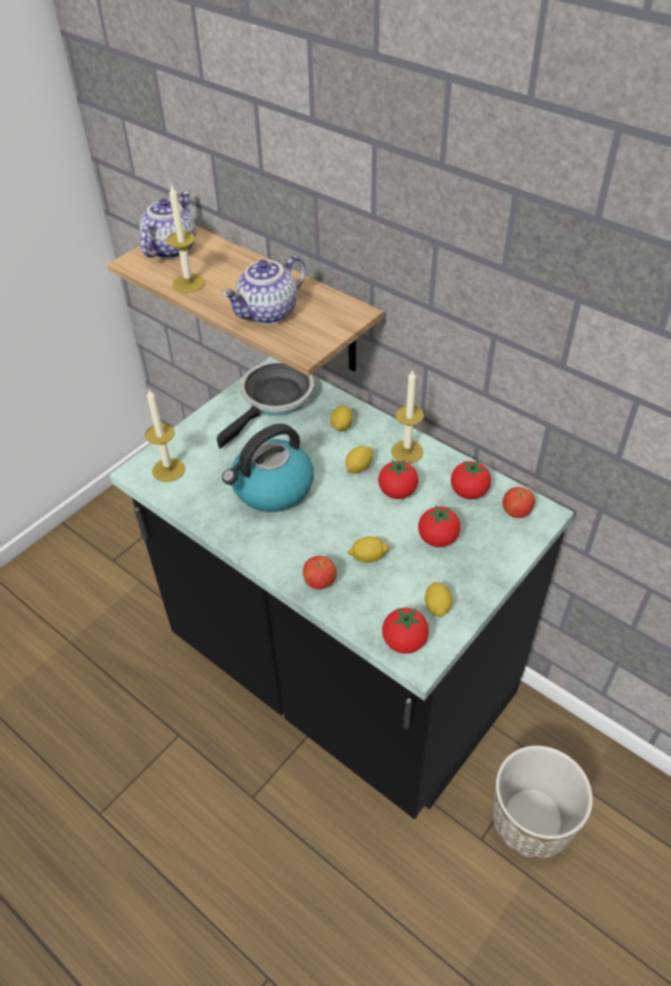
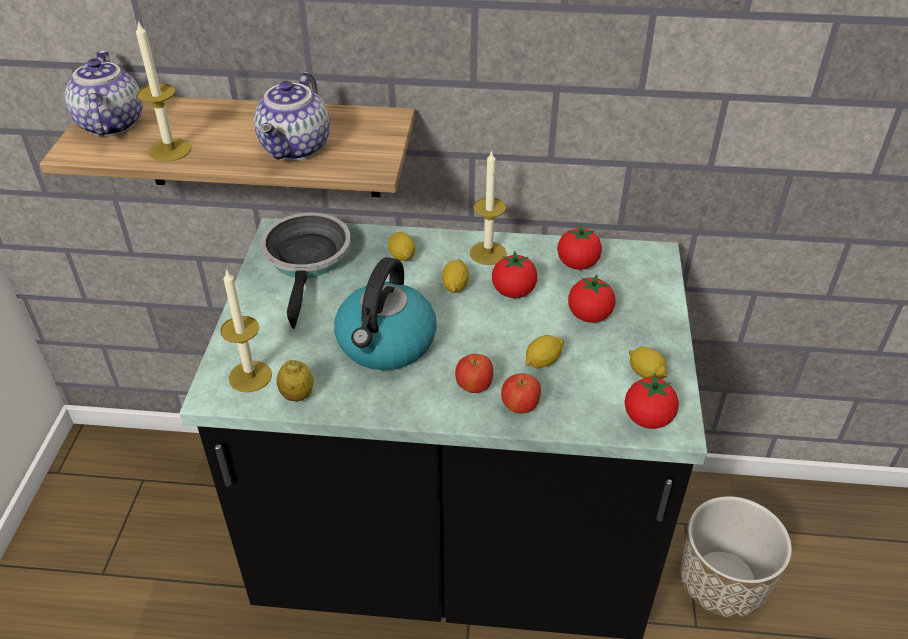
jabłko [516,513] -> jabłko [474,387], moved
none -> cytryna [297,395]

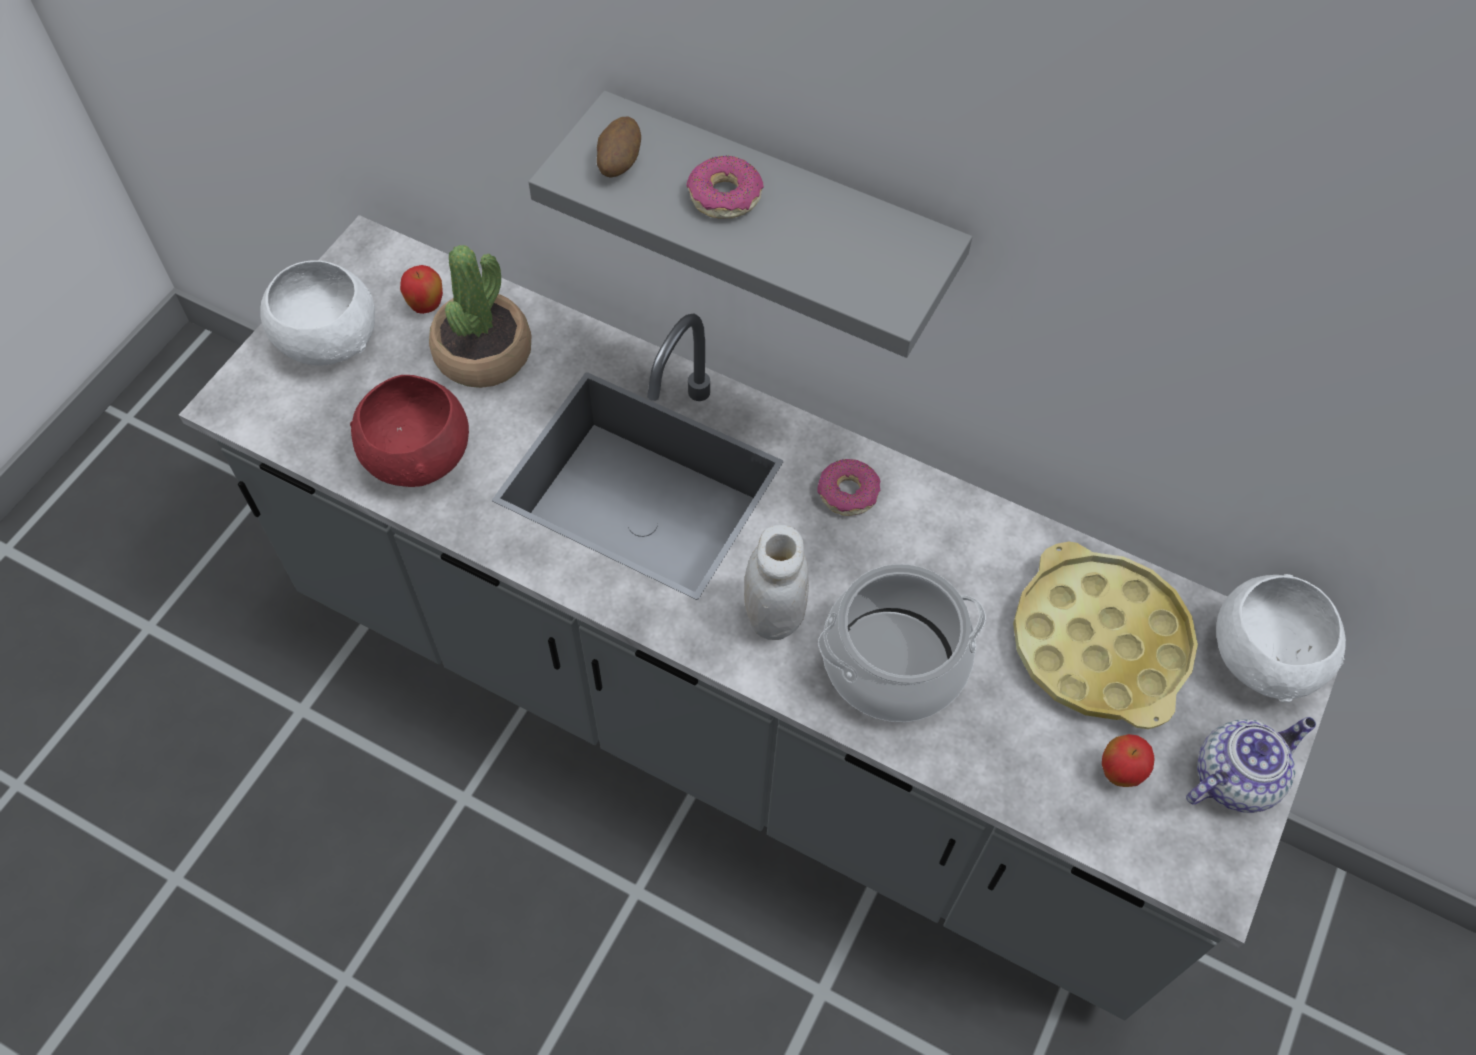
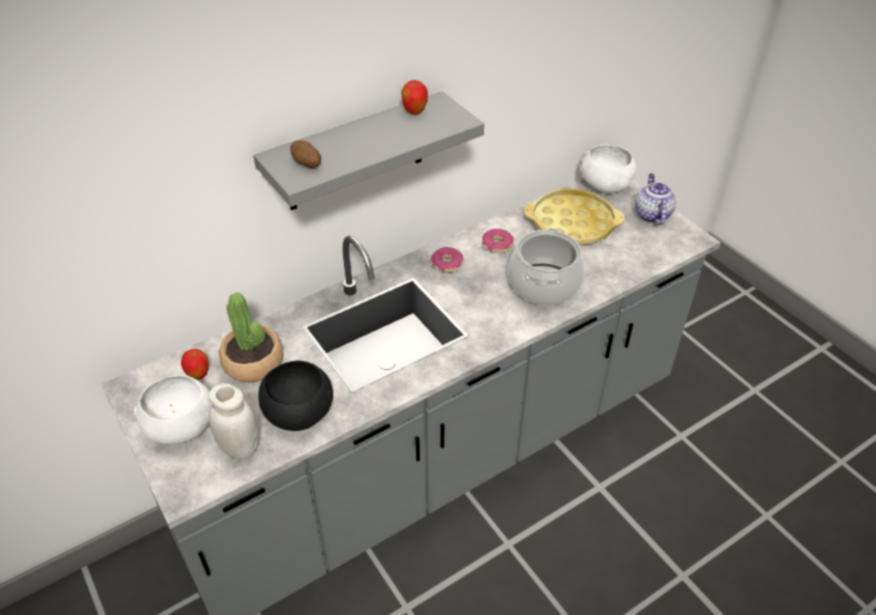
donut [724,196] -> donut [497,245], moved
miska/czerwony [419,458] -> miska/czarny [300,413]
słoik/biały [774,616] -> słoik/biały [240,448], moved
jabłko [1119,773] -> jabłko [414,112], moved

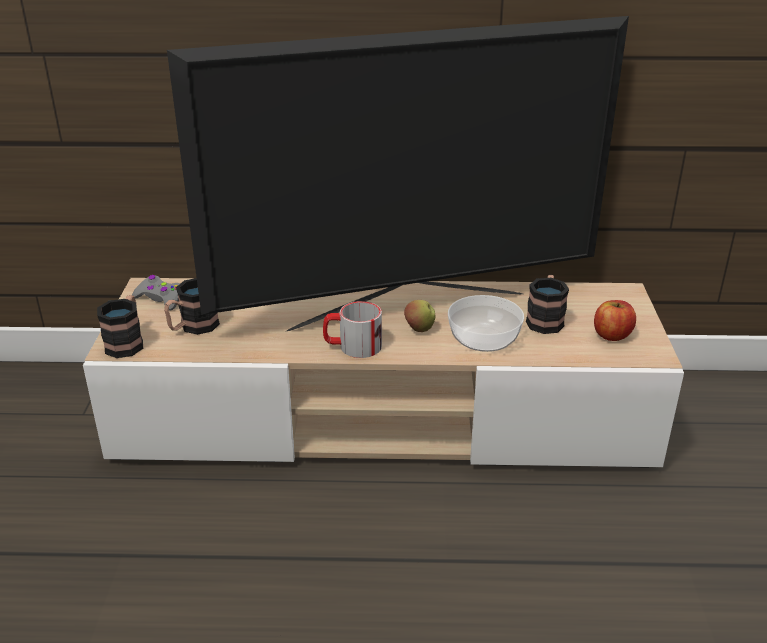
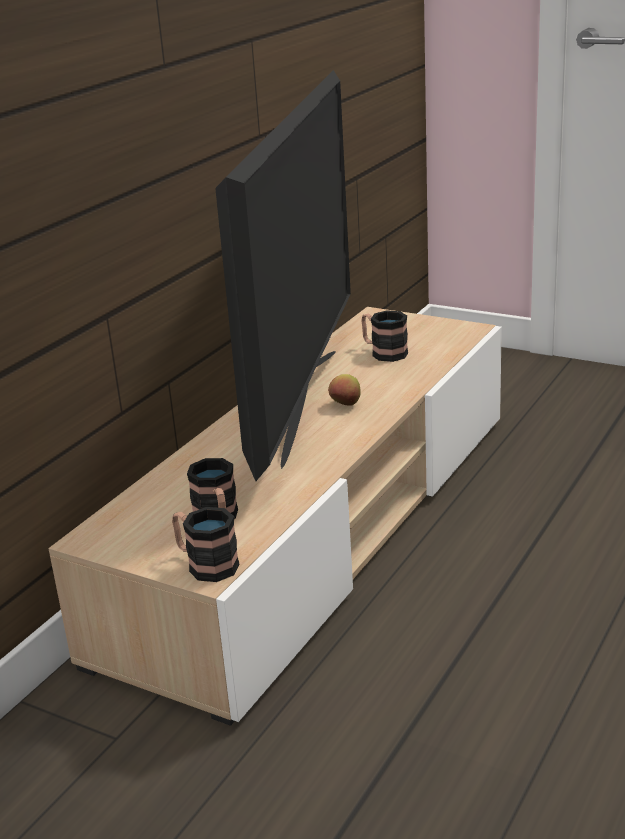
pad do gier/szary [160,298] -> none
miska [485,339] -> none
jabłko [612,335] -> none
kubek [352,346] -> none

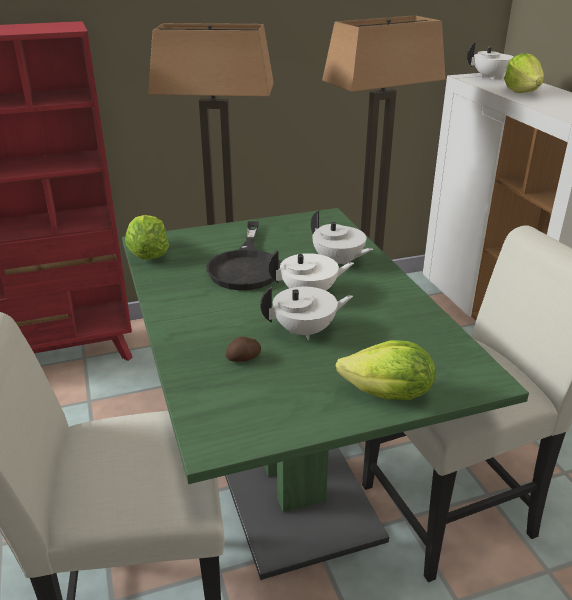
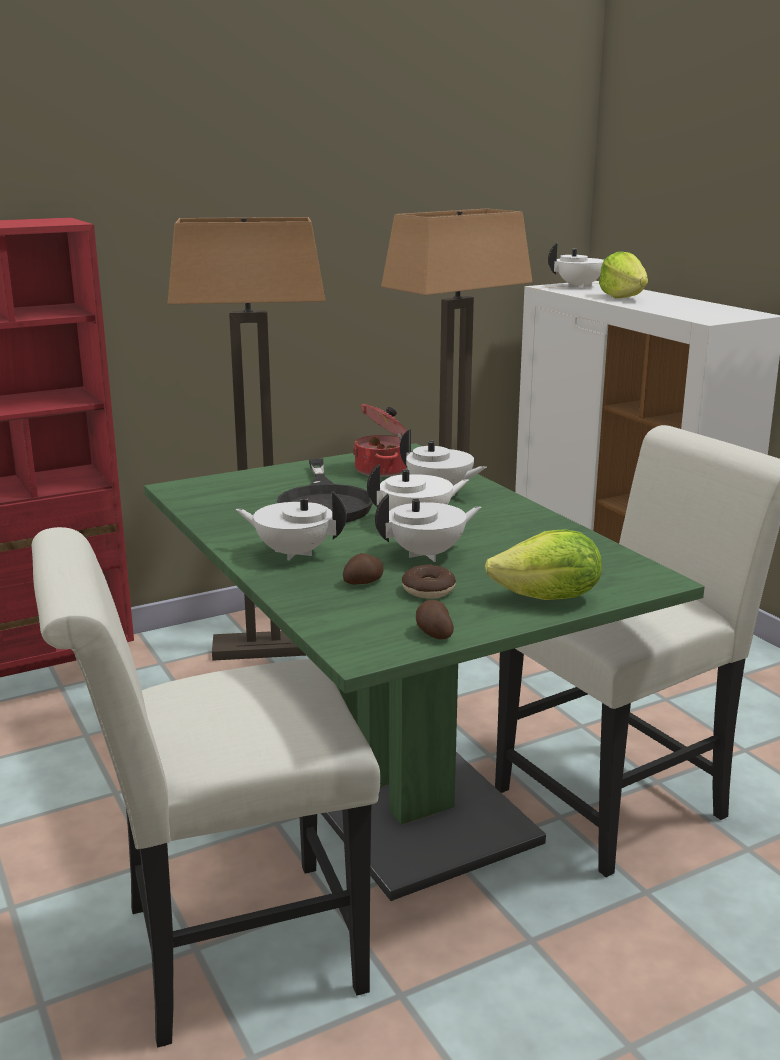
sałata [148,255] -> none
none -> garnek [382,470]
none -> imbryk/biały [293,553]
none -> donut [428,590]
none -> ziemniak [433,633]

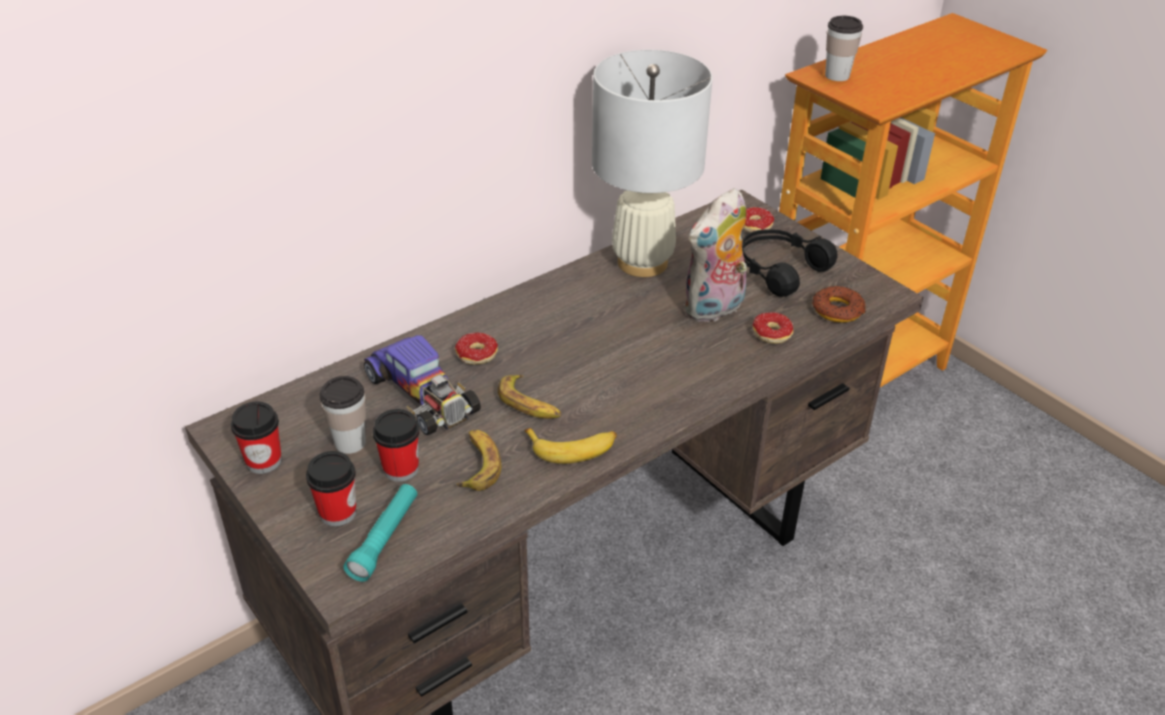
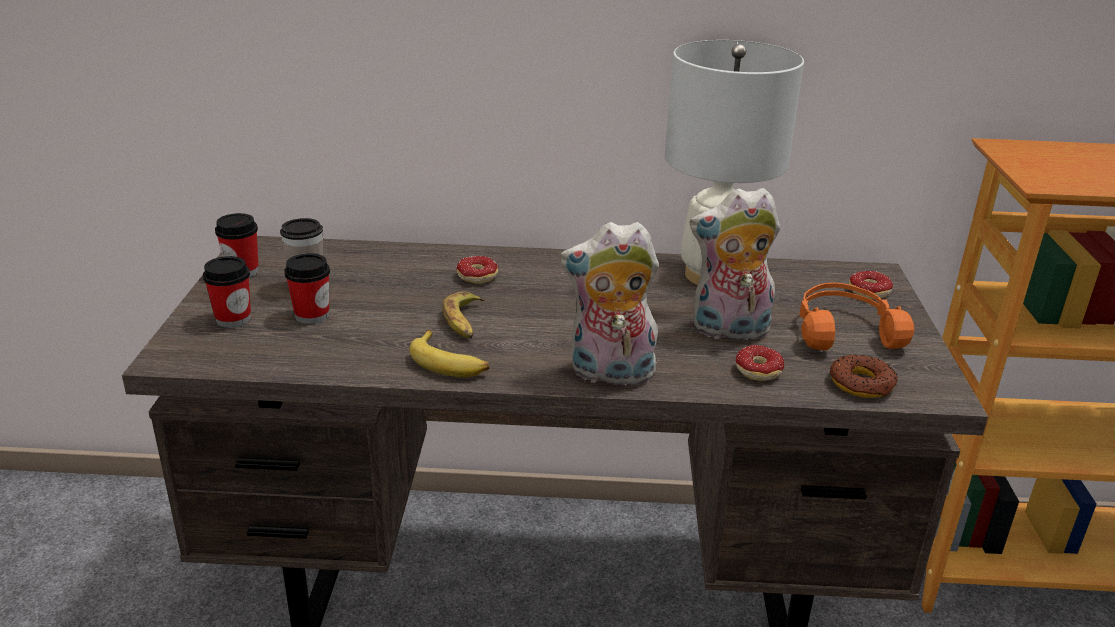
filiżanka [837,76] -> none
słuchawki/czarny [779,270] -> słuchawki/pomarańczowy [843,330]
samochodzik [423,394] -> none
banan [478,464] -> none
latarka/turkusowy [384,539] -> none
none -> pluszak [609,374]

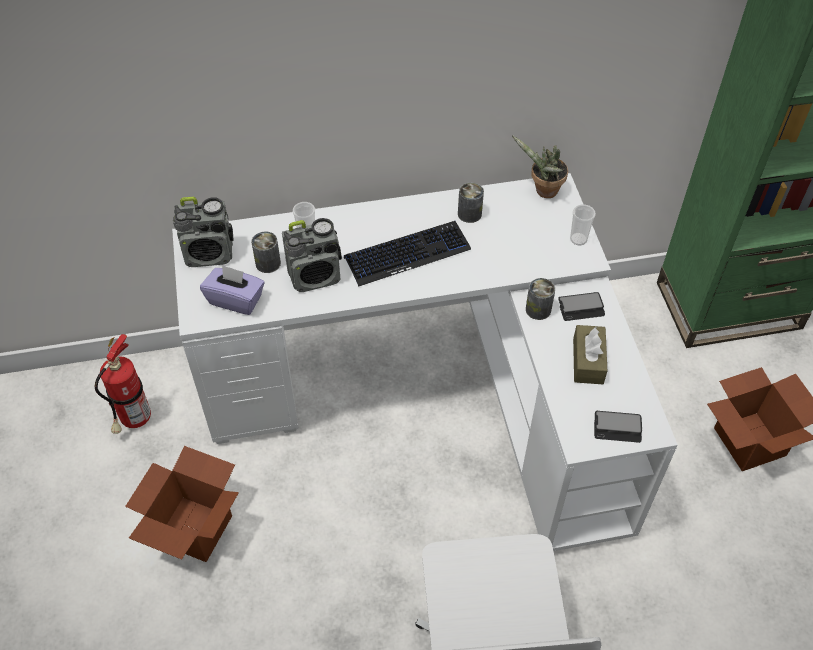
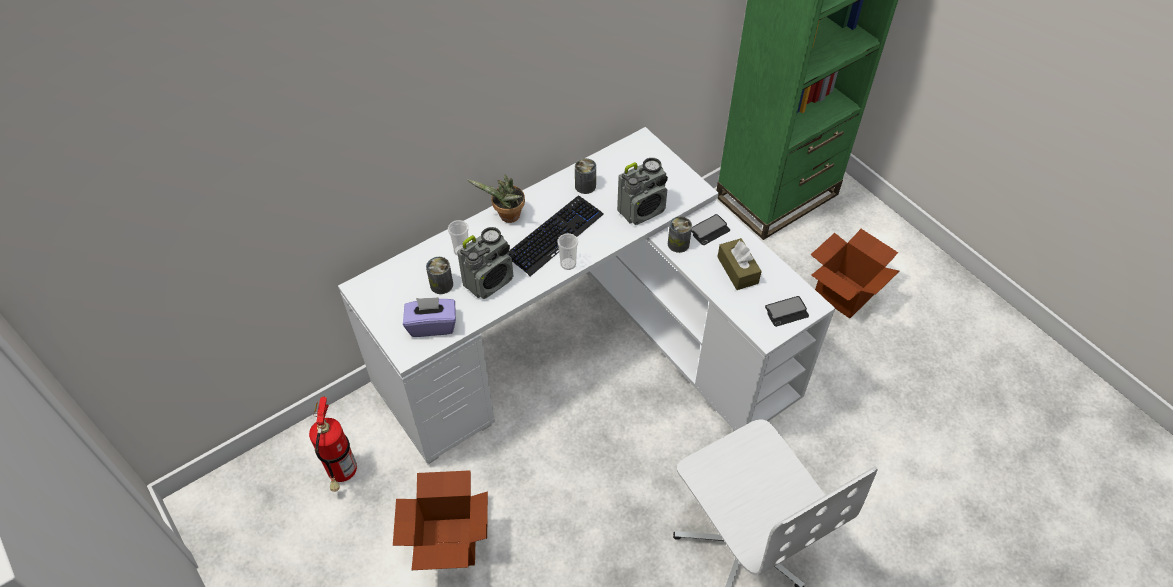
roślina doniczkowa [543,191] -> roślina doniczkowa [507,217], moved
radio [209,254] -> radio [642,210], moved
filiżanka [578,239] -> filiżanka [568,264], moved

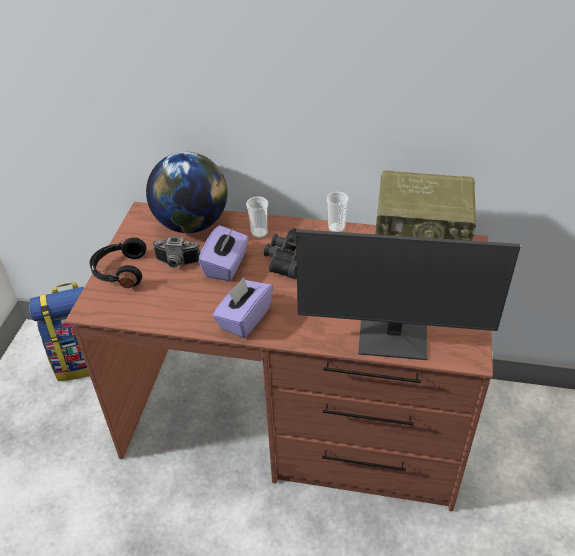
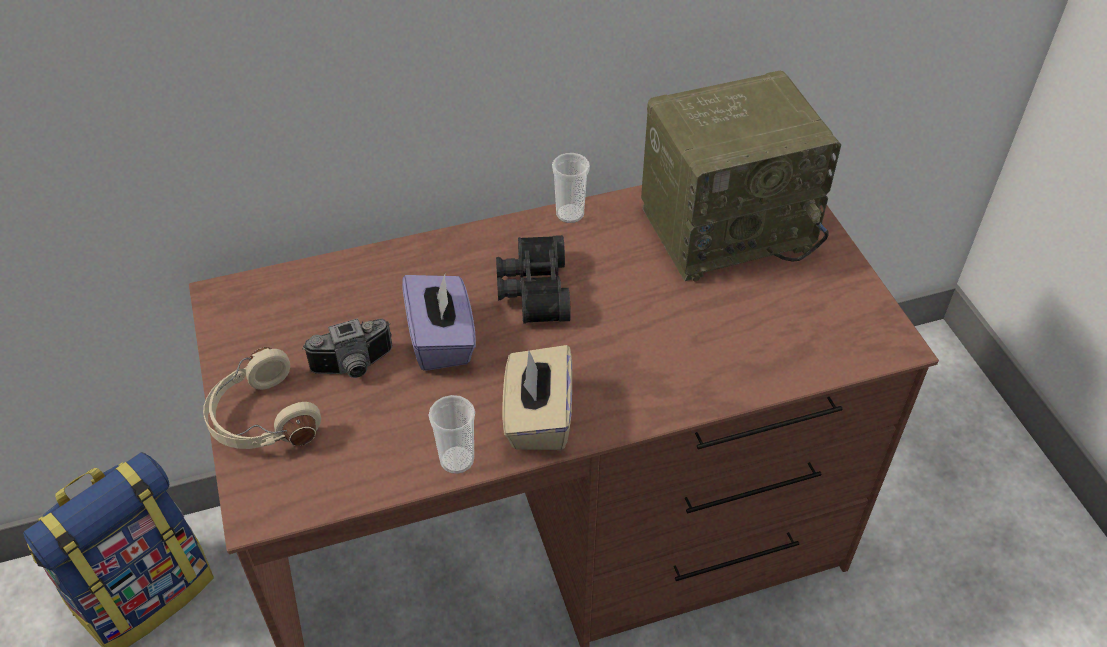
globus [192,224] -> none
filiżanka [259,233] -> filiżanka [457,460], moved
monitor [393,338] -> none
słuchawki/czarny [119,271] -> słuchawki/beżowy [261,419]
pudełko chusteczek/fioletowy [244,319] -> pudełko chusteczek/beżowy [538,418]

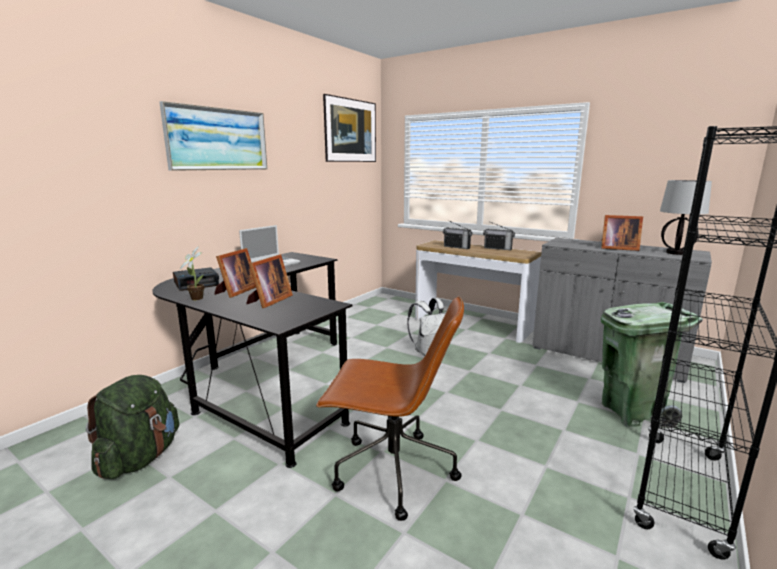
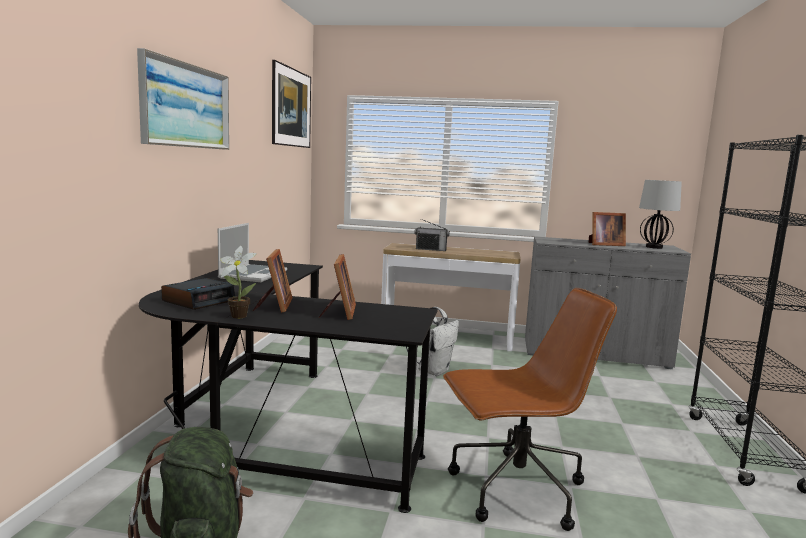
radio [498,248] -> none
kosz na śmieci/zielony [632,412] -> none

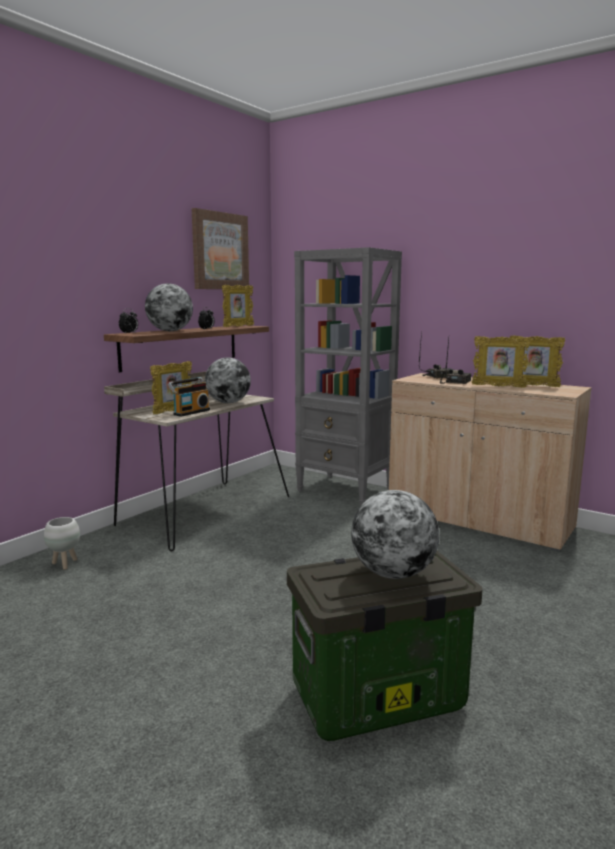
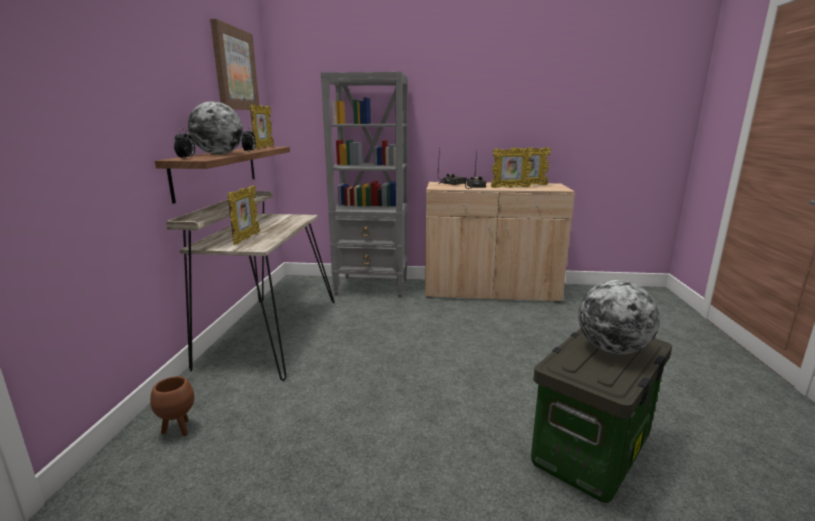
globus [228,403] -> none
radio [190,412] -> none
donica/biały [65,564] -> donica/brązowy [178,429]

